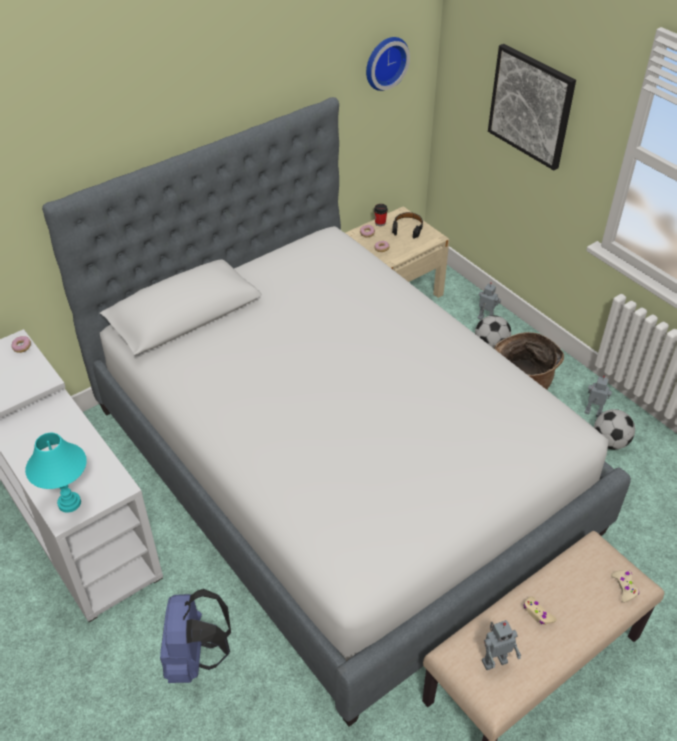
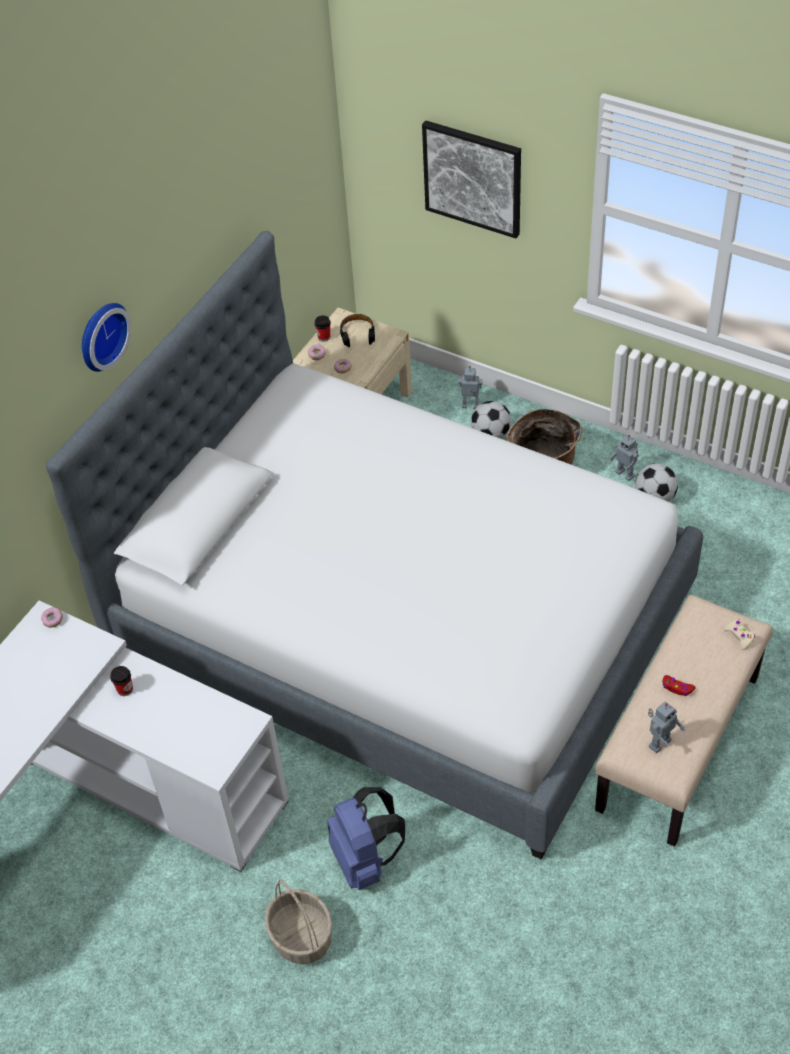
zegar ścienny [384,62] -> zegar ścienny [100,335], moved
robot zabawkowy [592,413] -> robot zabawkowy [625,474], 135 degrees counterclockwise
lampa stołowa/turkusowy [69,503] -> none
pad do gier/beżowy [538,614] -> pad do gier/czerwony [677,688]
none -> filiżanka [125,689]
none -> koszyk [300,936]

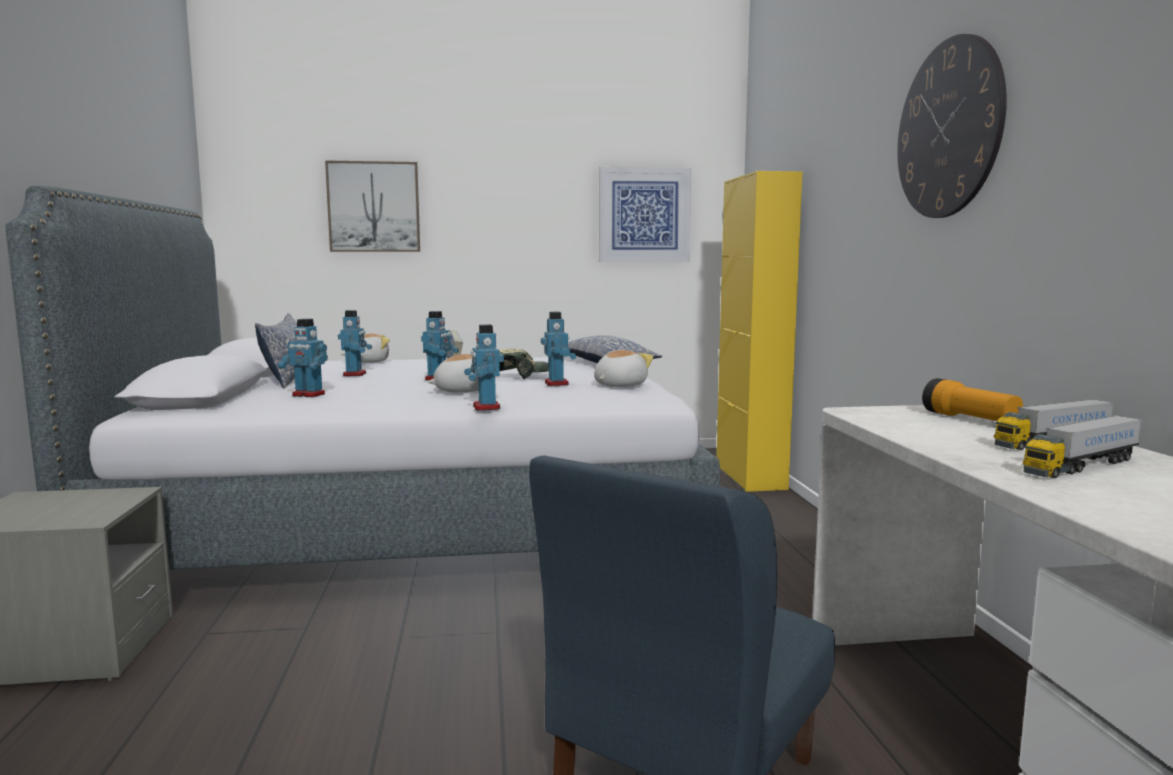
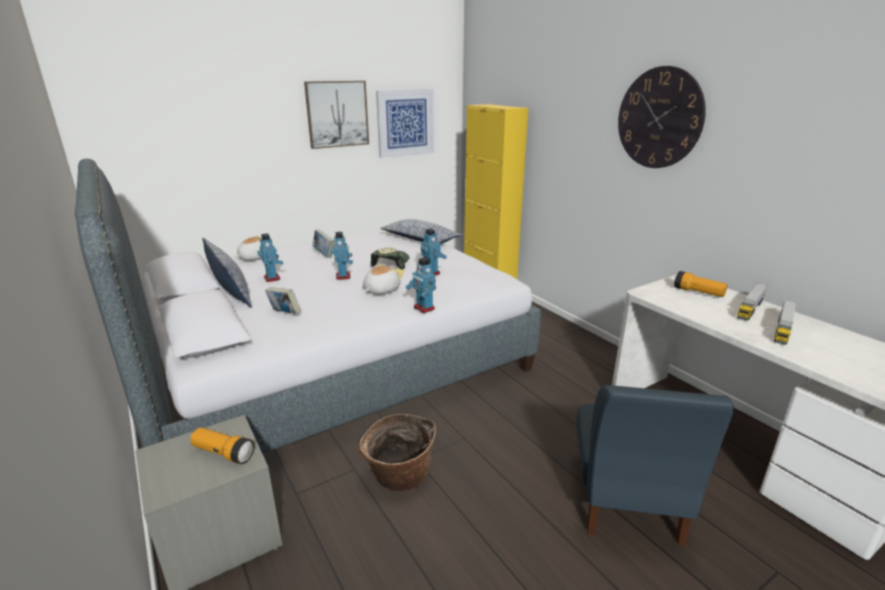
obraz [374,207] -> obraz [337,114], moved
robot zabawkowy [308,395] -> książka [285,314]
pluszak [619,385] -> none
none -> koszyk [399,477]
none -> latarka [223,453]

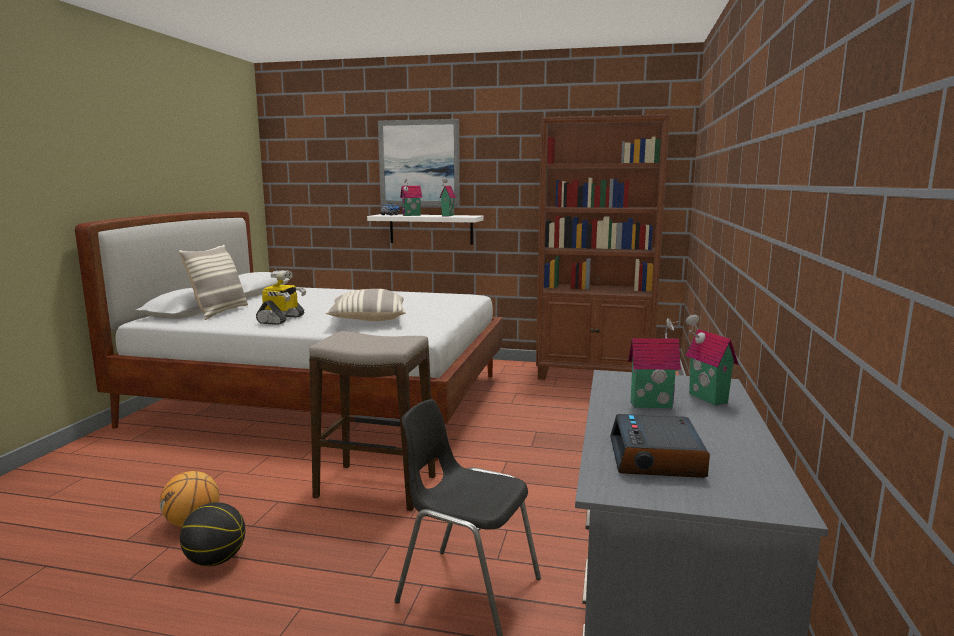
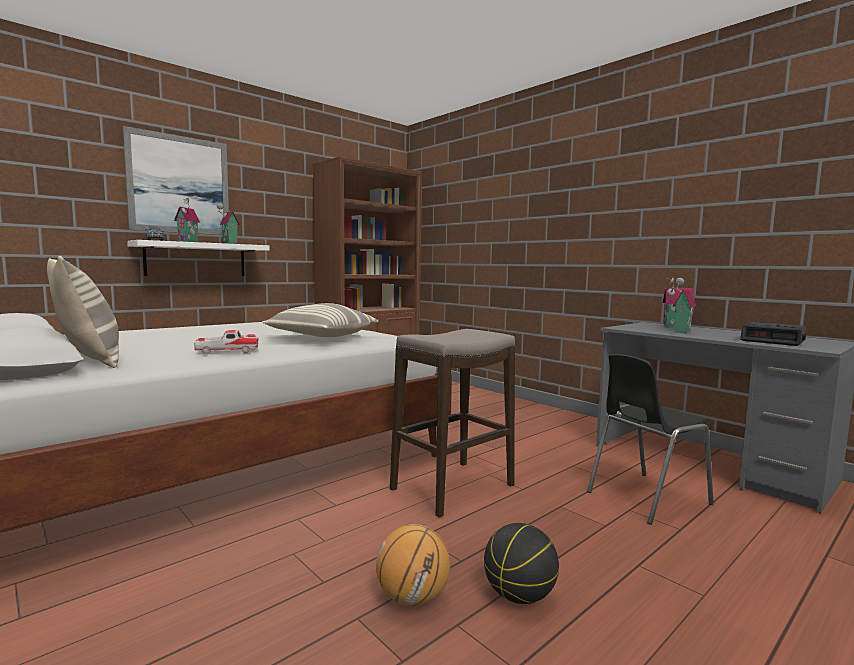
robot zabawkowy [282,319] -> samochodzik [227,351]

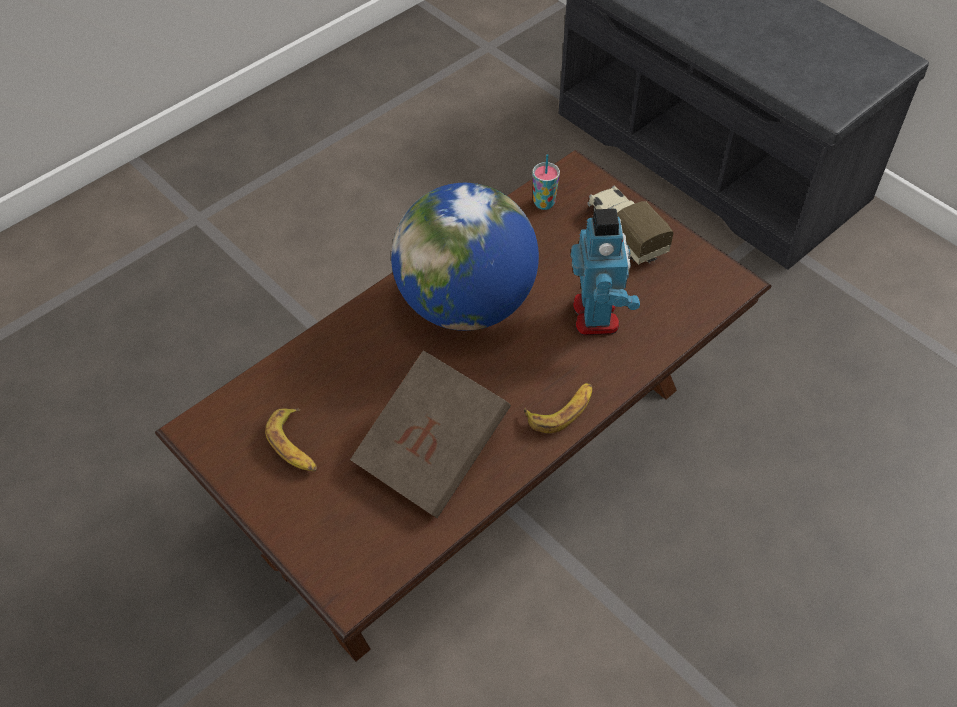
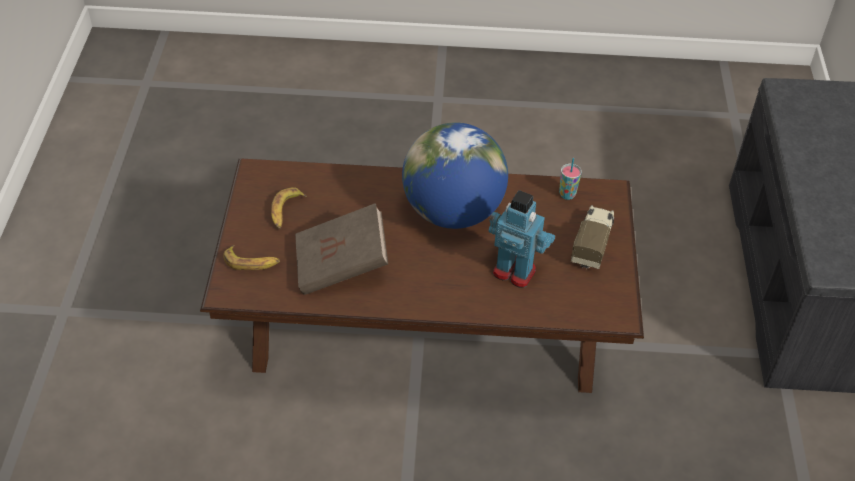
robot zabawkowy [597,315] -> robot zabawkowy [514,271], 105 degrees counterclockwise
banan [561,410] -> banan [252,262], moved

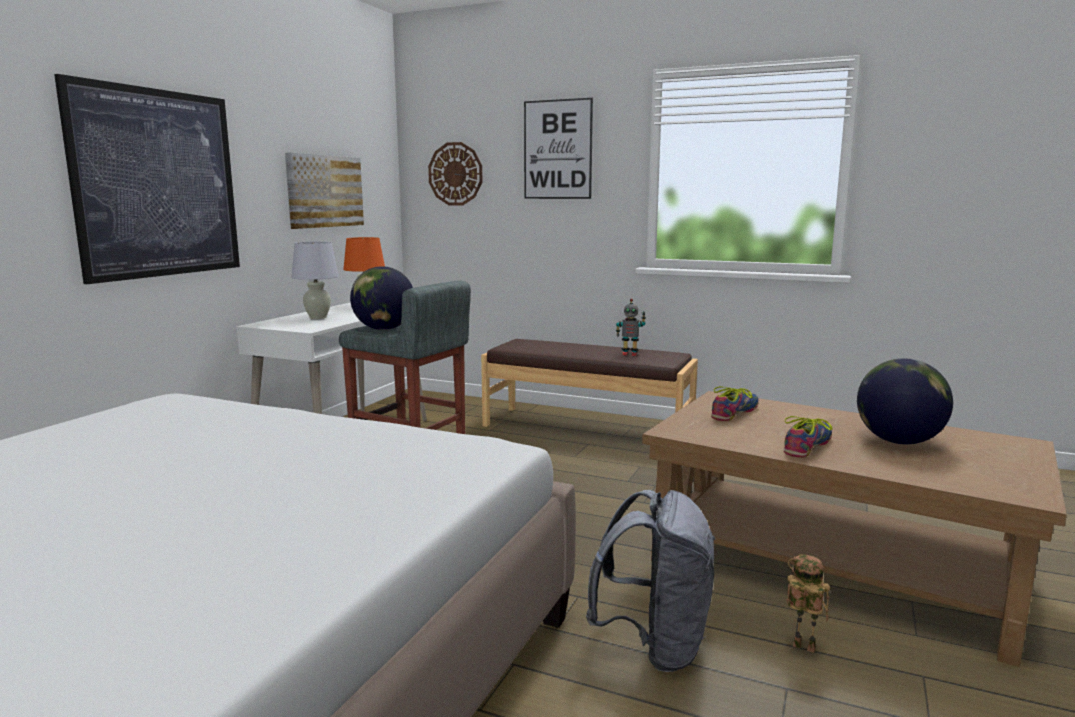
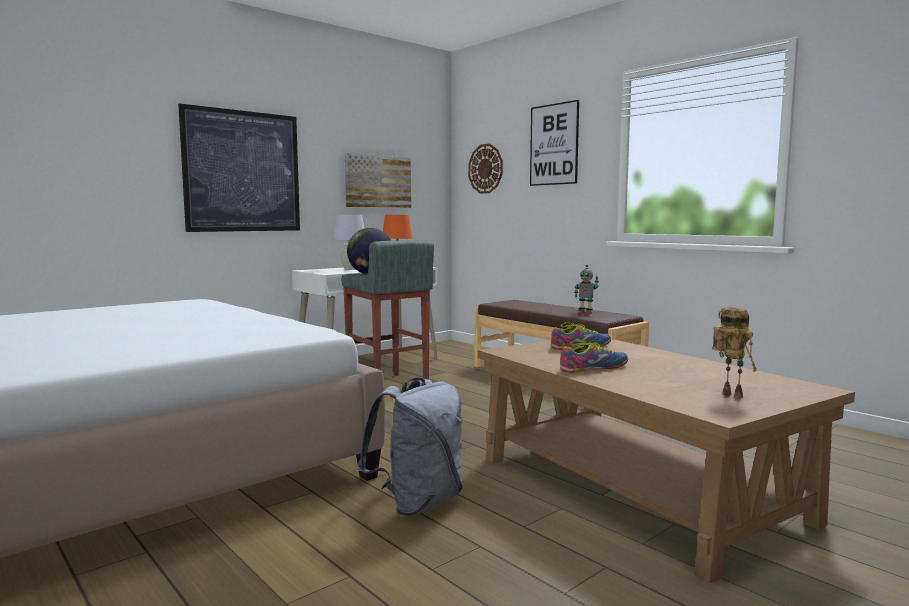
globus [898,441] -> none
robot zabawkowy [801,648] -> robot zabawkowy [729,396], moved

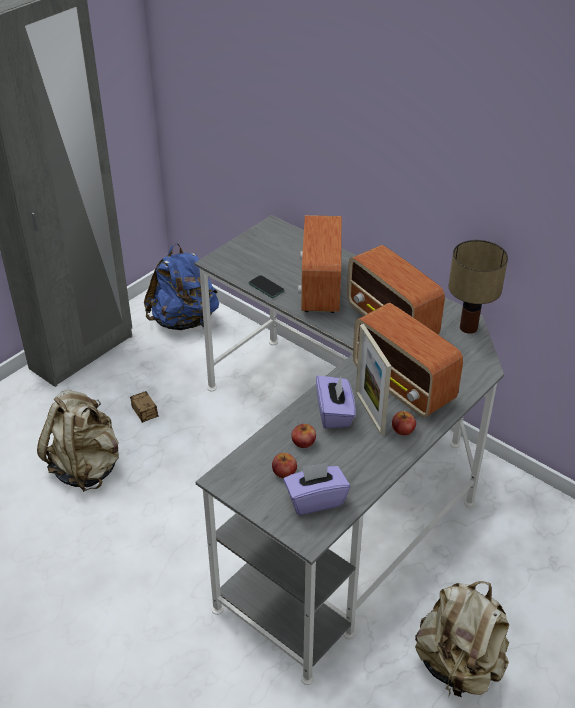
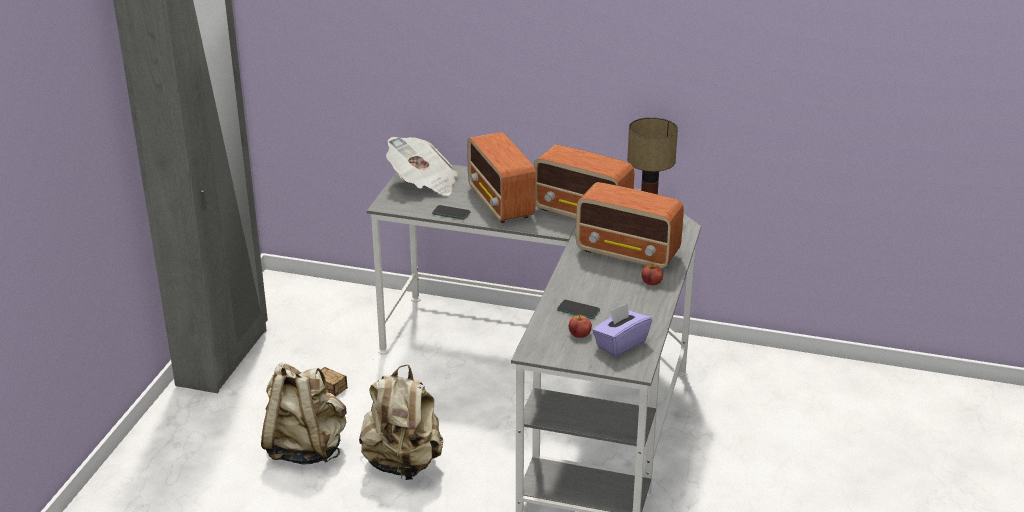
plecak/niebieski [184,321] -> none
ramka na zdjęcie [369,413] -> none
pudełko chusteczek/fioletowy [334,413] -> none
jabłko [303,442] -> telefon [578,310]
plecak/beżowy [459,665] -> plecak/beżowy [403,463], moved
none -> gazeta [423,183]

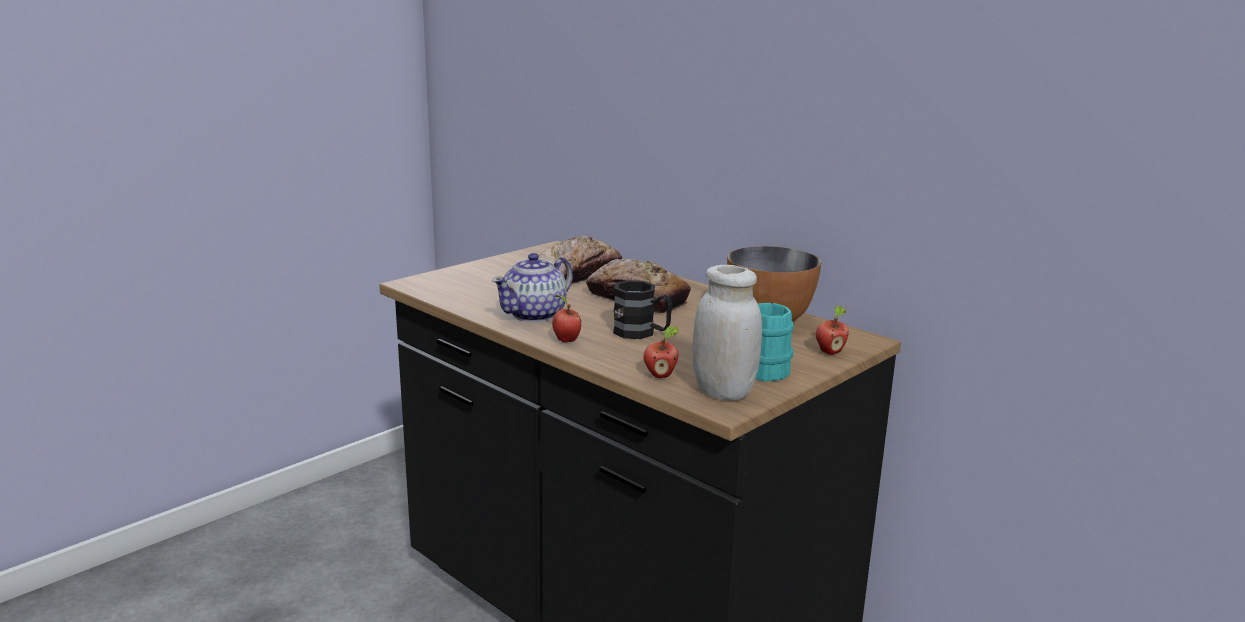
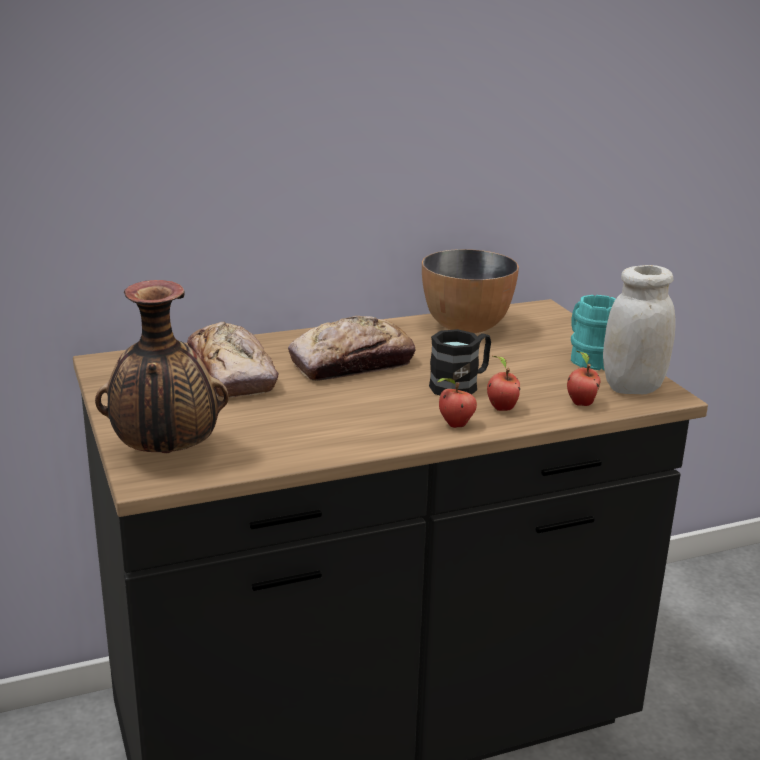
imbryk [535,314] -> none
jabłko [830,352] -> jabłko [501,408], moved
none -> wazon [165,452]

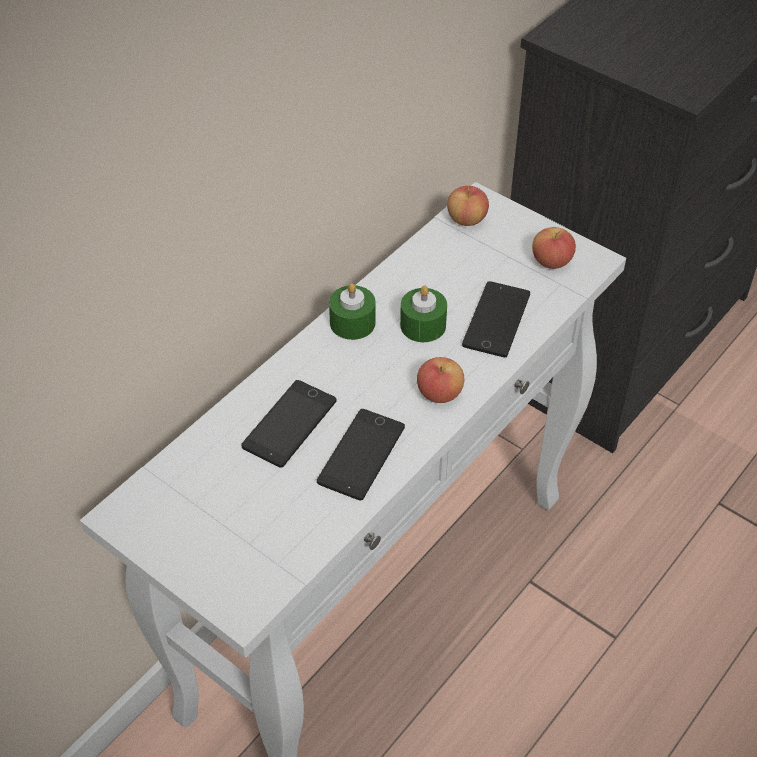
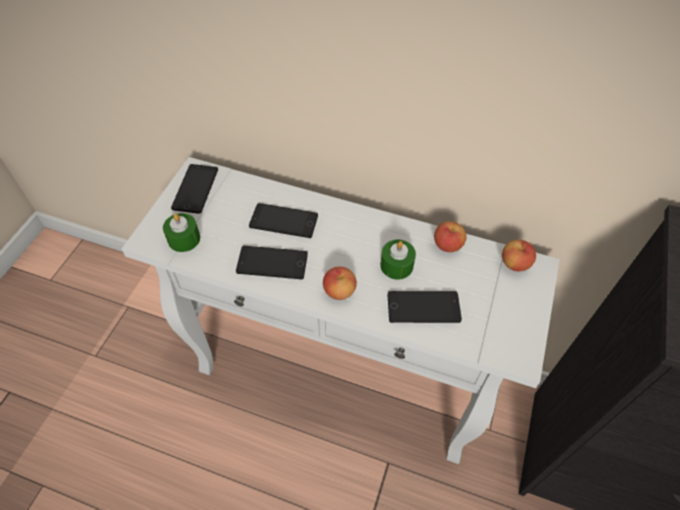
jabłko [551,261] -> jabłko [447,245], moved
świeca/zielony [352,322] -> świeca/zielony [184,239], moved
none -> telefon [195,189]

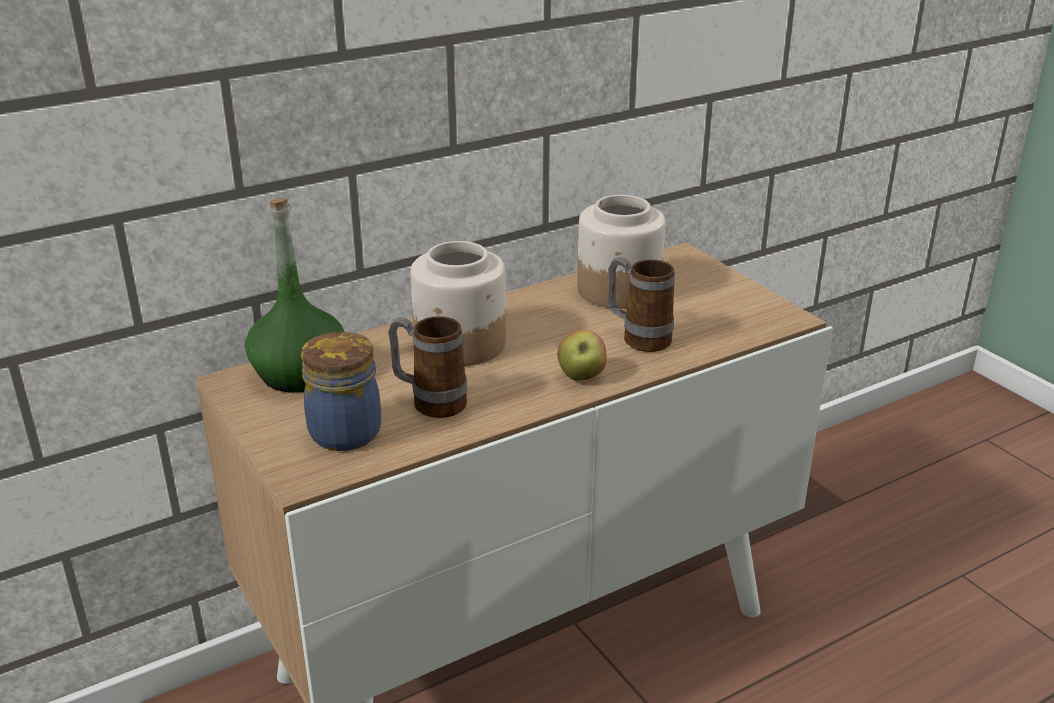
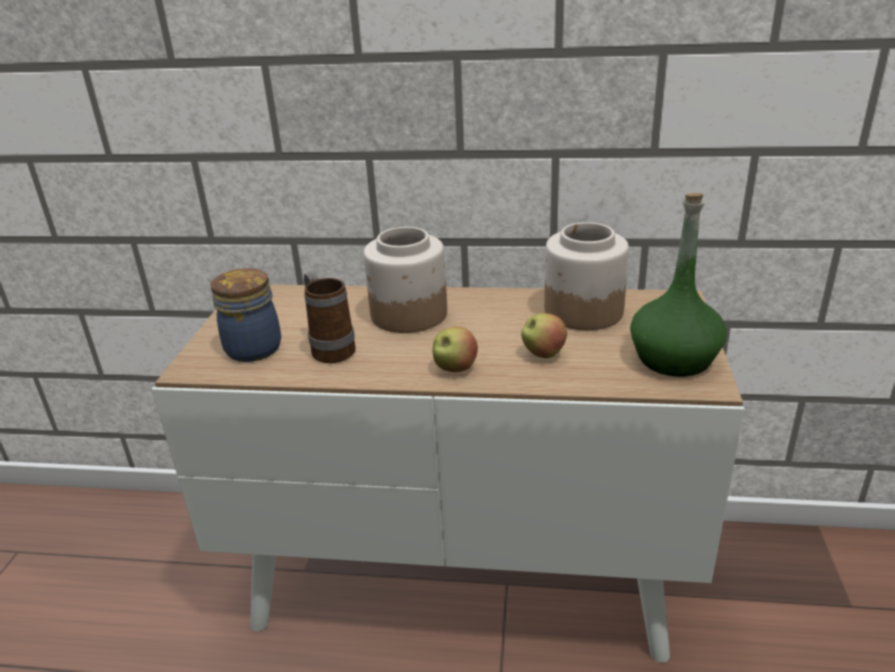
butelka/zielony [299,374] -> butelka/zielony [673,359], moved
kubek [638,338] -> jabłko [543,354]

